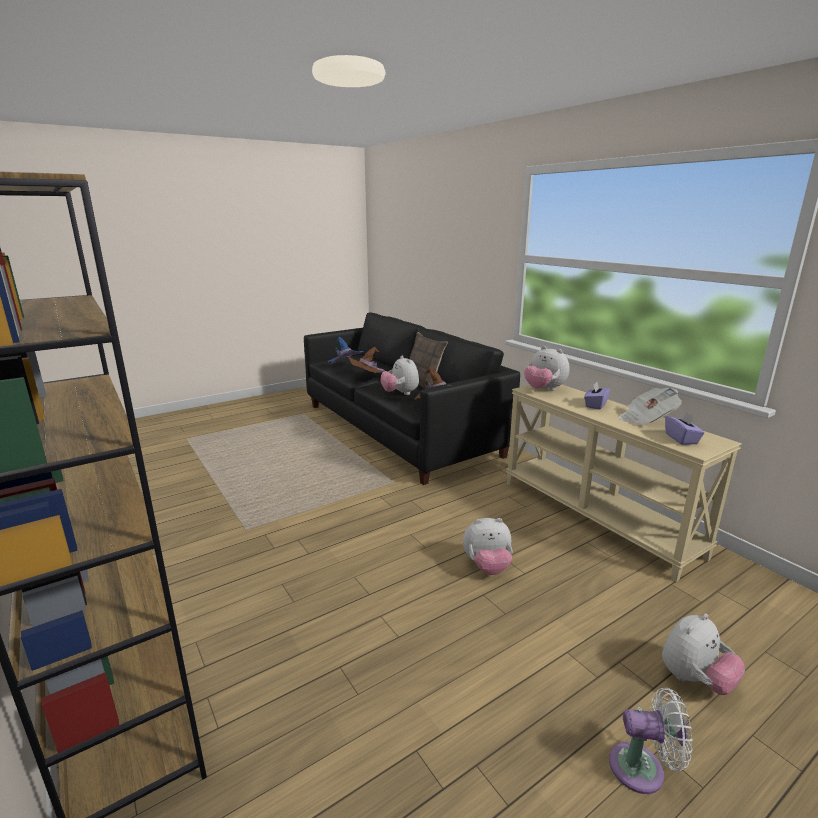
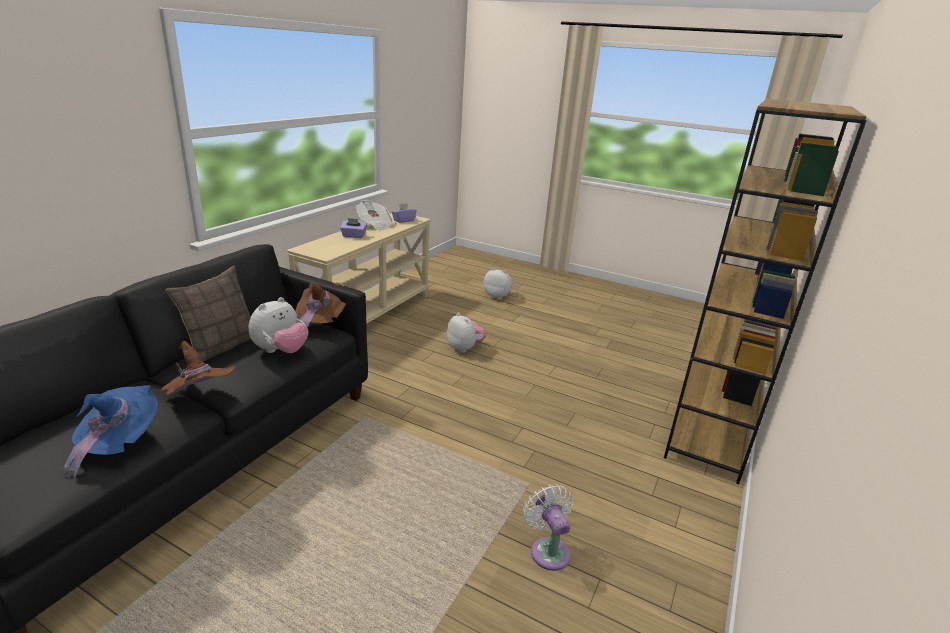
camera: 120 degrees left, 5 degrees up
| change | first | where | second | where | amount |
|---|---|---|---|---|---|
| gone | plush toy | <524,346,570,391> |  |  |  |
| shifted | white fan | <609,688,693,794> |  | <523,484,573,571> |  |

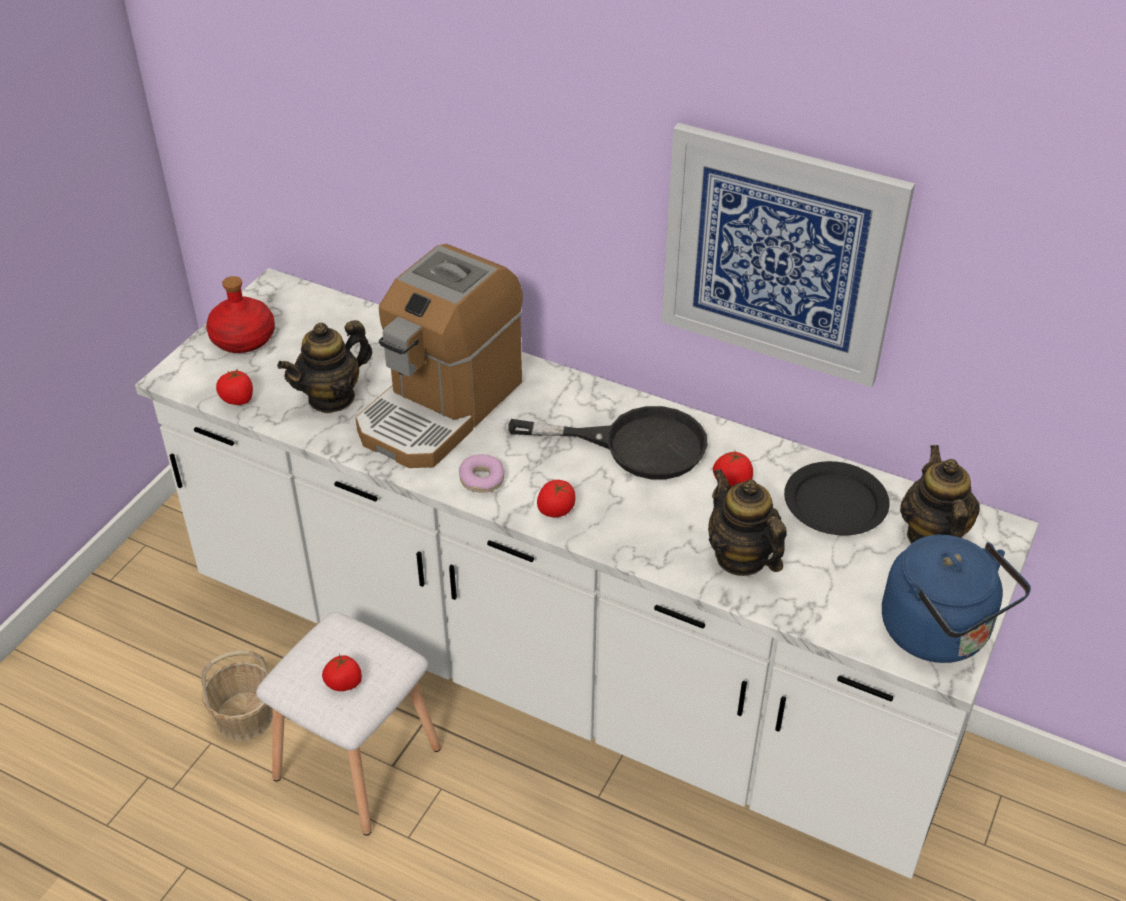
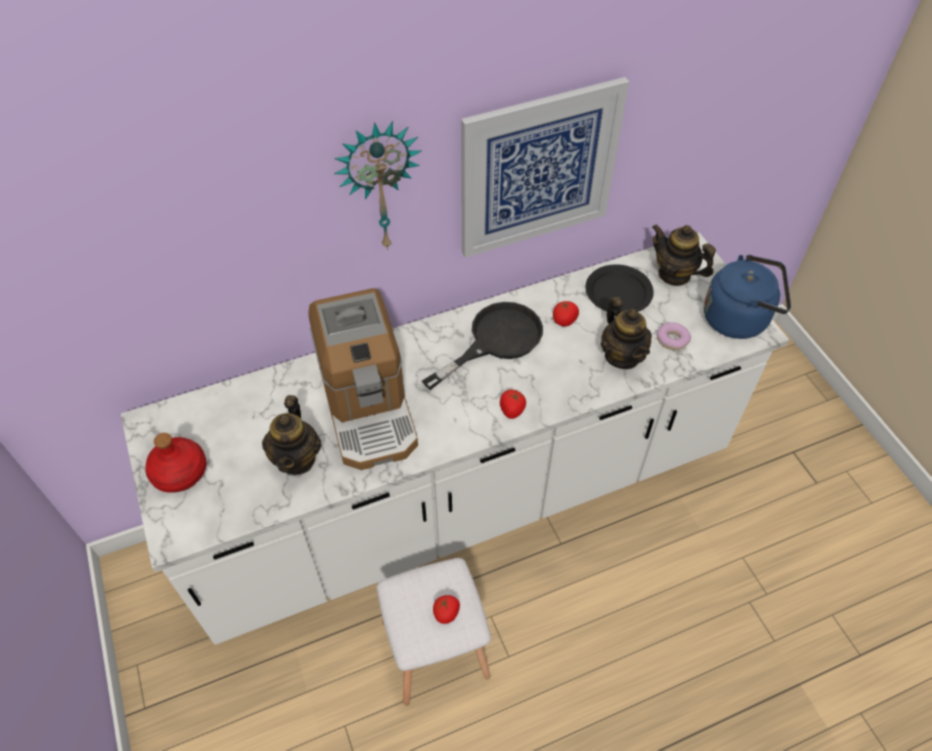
camera: 50 degrees left, 10 degrees up
| change | first | where | second | where | amount |
|---|---|---|---|---|---|
| gone | basket | <201,650,273,741> |  |  |  |
| gone | tomato | <216,368,253,405> |  |  |  |
| shifted | donut | <459,454,505,492> |  | <657,322,691,350> |  |
| rotated | teapot | <708,469,787,576> |  | <601,297,652,369> | 120 degrees counterclockwise |
| new |  |  | wall clock | <334,121,421,250> |  |

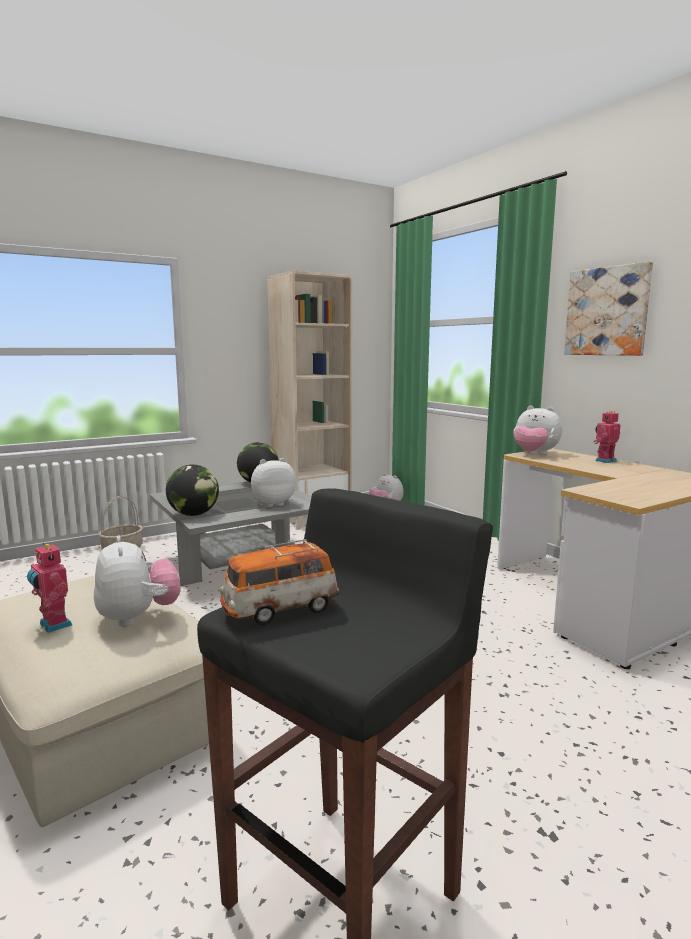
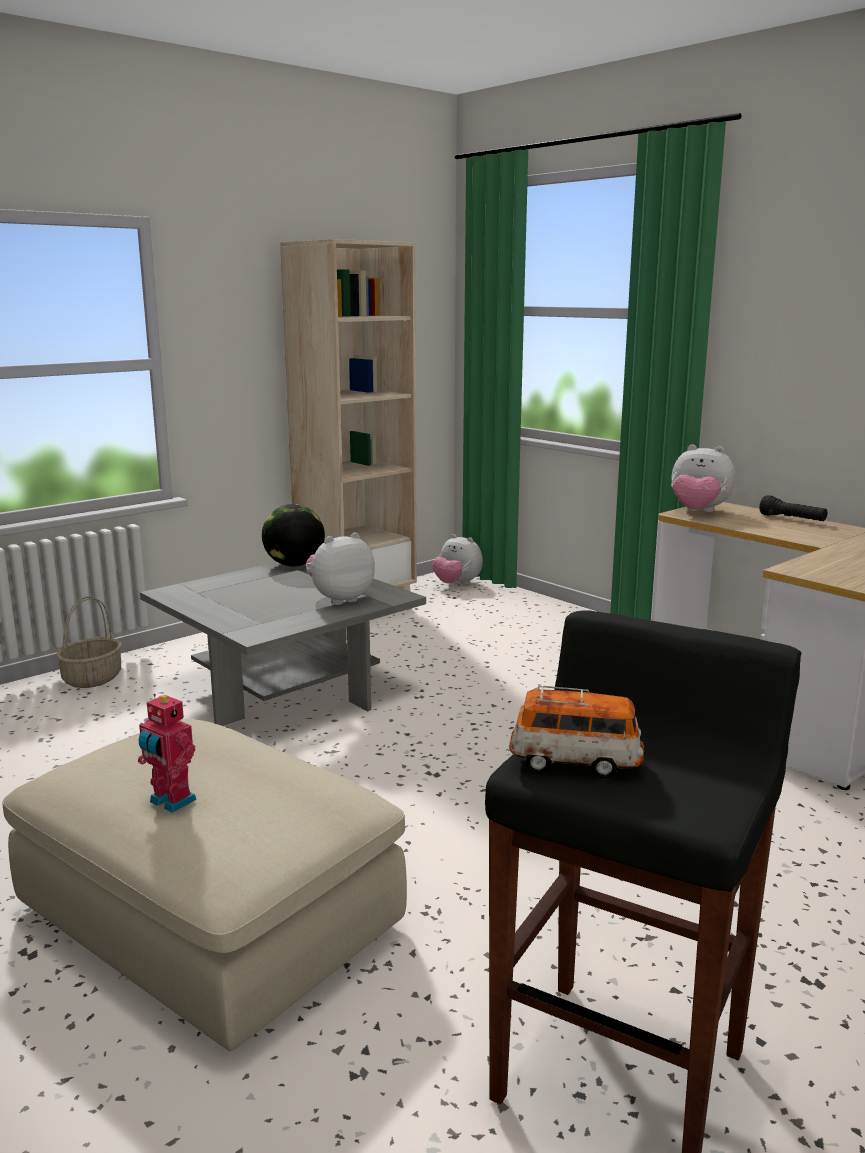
camera: 10 degrees left, 5 degrees up
| change | first | where | second | where | amount |
|---|---|---|---|---|---|
| gone | plush toy | <94,535,181,627> |  |  |  |
| gone | globe | <166,465,219,516> |  |  |  |
| rotated | toy car | <220,539,339,625> |  | <509,685,644,778> | 135 degrees counterclockwise |
| gone | picture | <564,261,653,356> |  |  |  |
| swapped | toy robot | <594,410,621,463> | black flashlight | <759,495,827,521> |  |

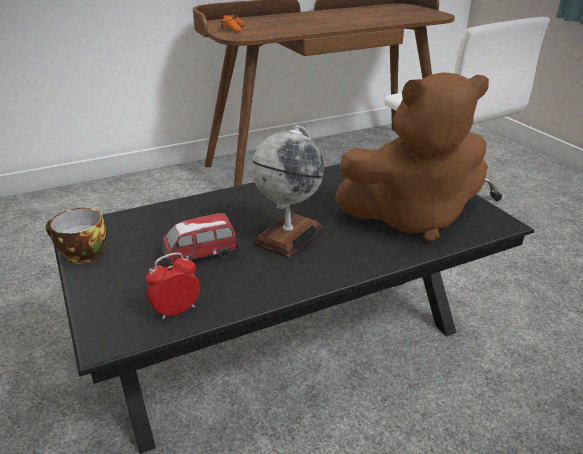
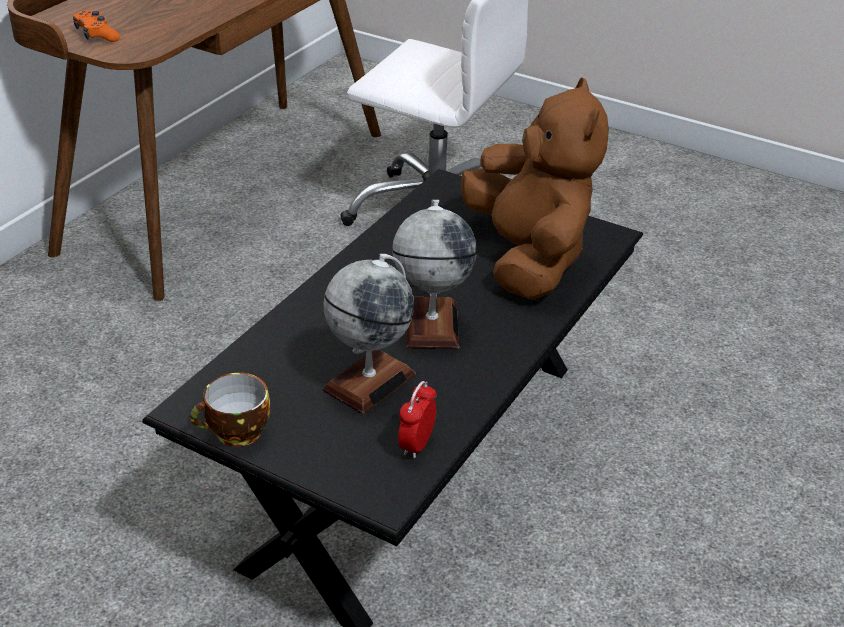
camera: 35 degrees left, 5 degrees up
| change | first | where | second | where | amount |
|---|---|---|---|---|---|
| swapped | toy car | <162,213,238,264> | globe | <323,254,416,414> |  |
| rotated | brown plush toy | <334,72,489,243> |  | <461,77,609,300> | 60 degrees counterclockwise |

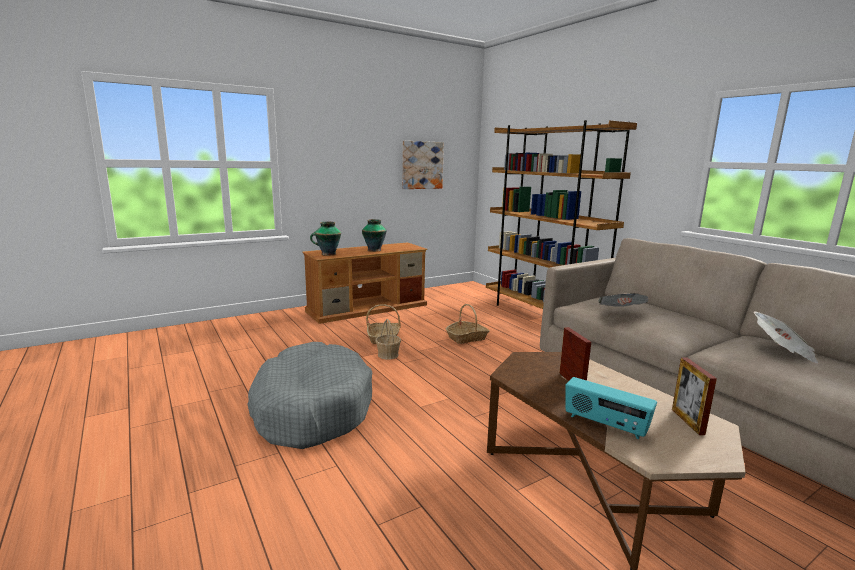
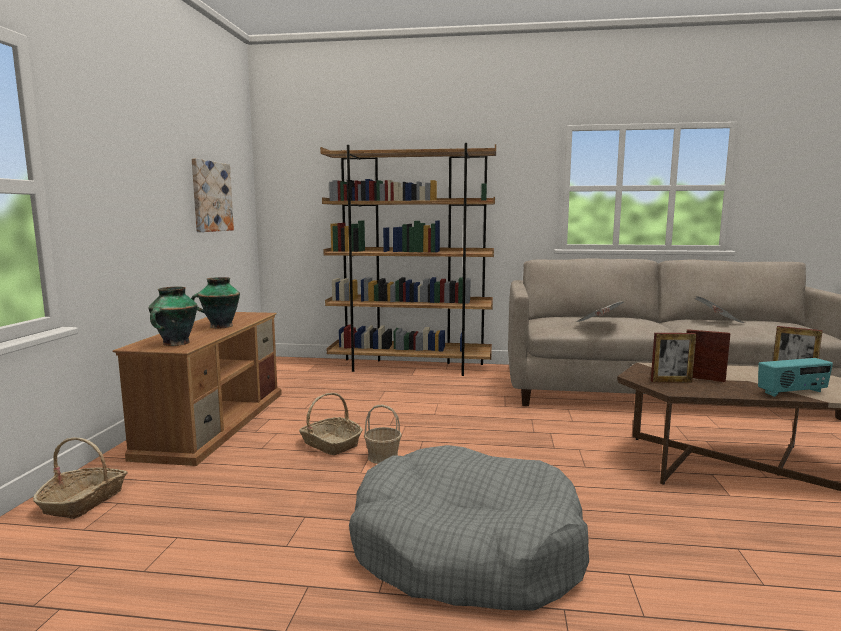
camera: 50 degrees left, 5 degrees down
| change | first | where | second | where | amount |
|---|---|---|---|---|---|
| shifted | basket | <446,304,490,344> |  | <33,437,128,519> |  |
| new |  |  | picture frame | <651,333,697,383> |  |

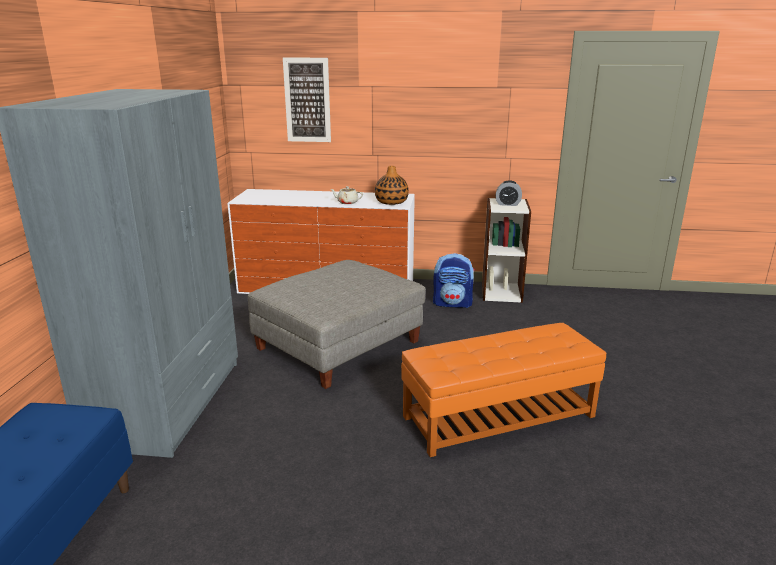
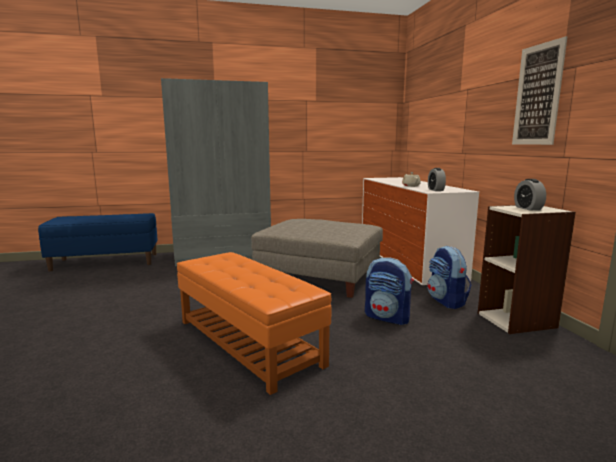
camera: 70 degrees right, 10 degrees down
| change | first | where | second | where | amount |
|---|---|---|---|---|---|
| shifted | picture | <283,58,331,142> |  | <512,36,568,145> |  |
| swapped | vase | <375,166,409,205> | alarm clock | <428,168,446,191> |  |
| new |  |  | backpack | <365,257,414,325> |  |

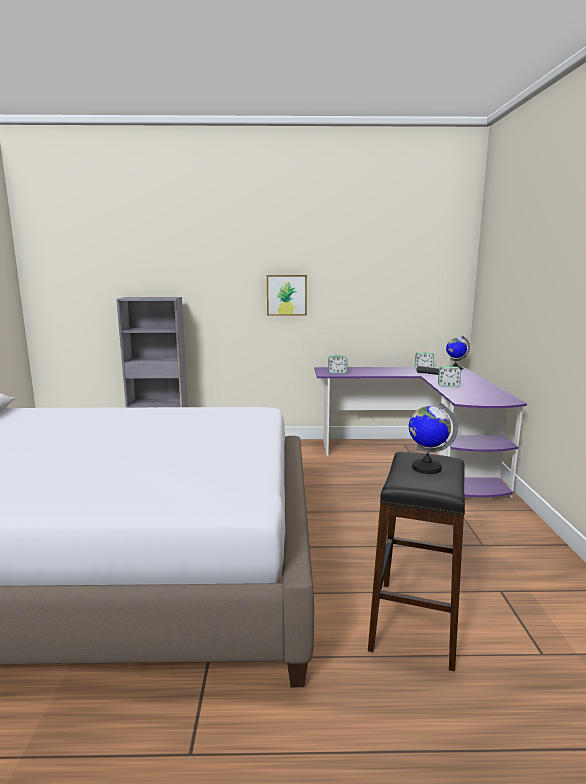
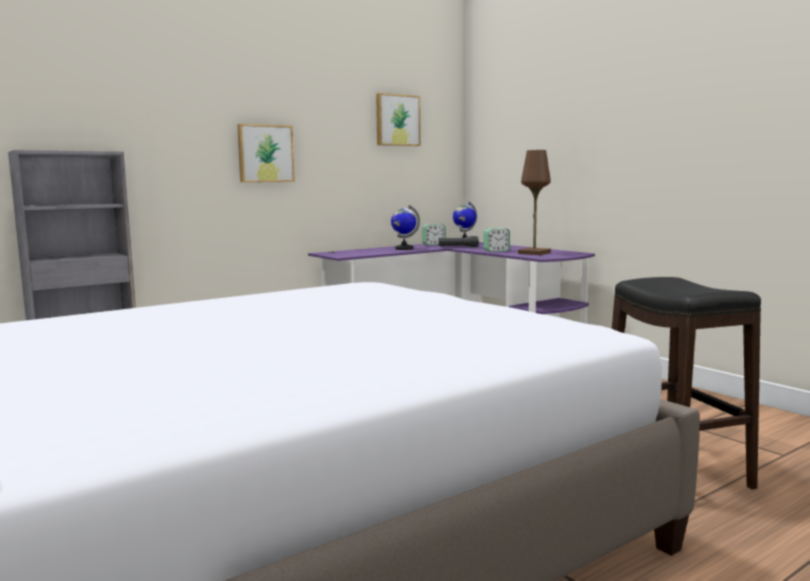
camera: 35 degrees left, 5 degrees down
| change | first | where | second | where | amount |
|---|---|---|---|---|---|
| gone | alarm clock | <328,355,348,374> |  |  |  |
| shifted | globe | <409,403,458,474> |  | <391,205,420,250> |  |
| new |  |  | picture | <376,93,421,146> |  |
| new |  |  | brown table lamp | <518,150,551,255> |  |

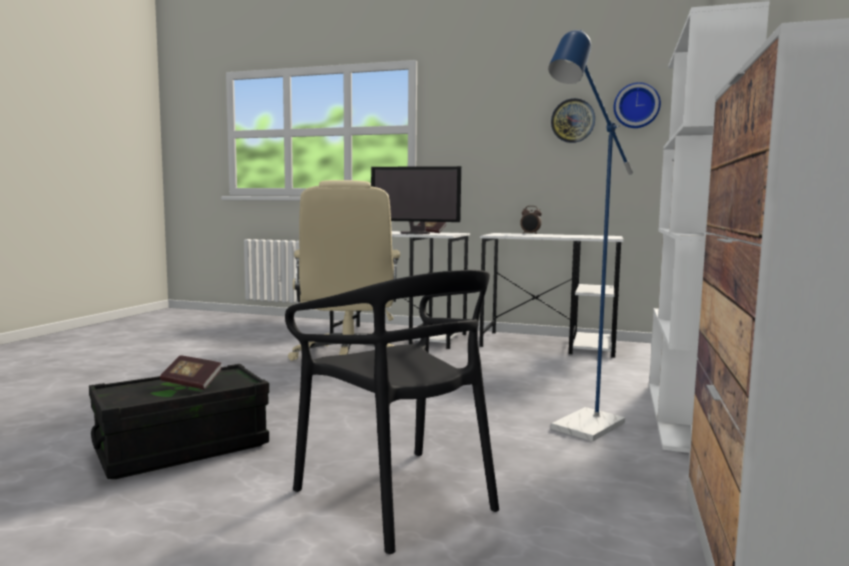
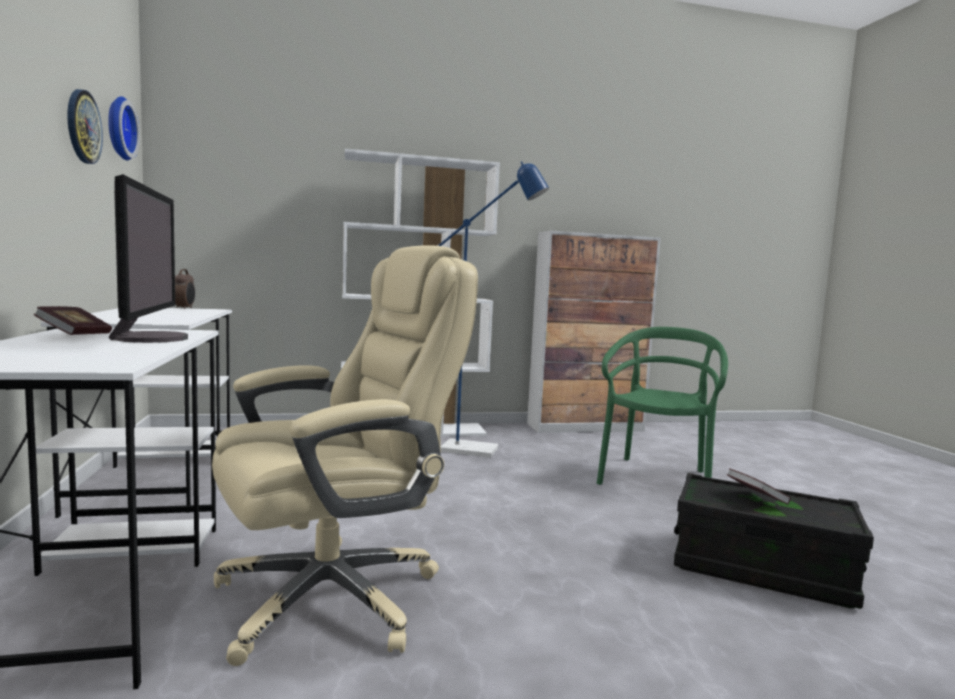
camera: 120 degrees left, 0 degrees up
| change | first | where | second | where | amount |
|---|---|---|---|---|---|
| repainted | black chair | <285,270,499,554> | green chair | <597,327,728,485> |  |
| shifted | alarm clock | <520,206,542,234> |  | <175,269,195,309> |  |

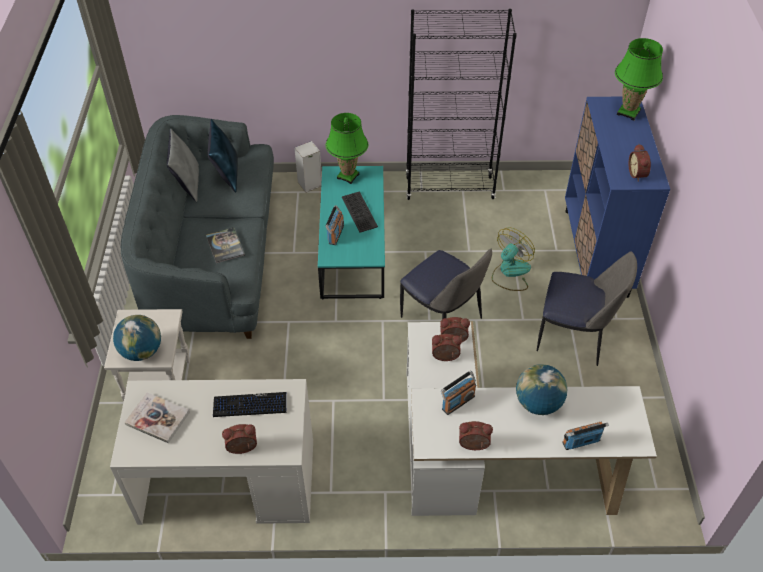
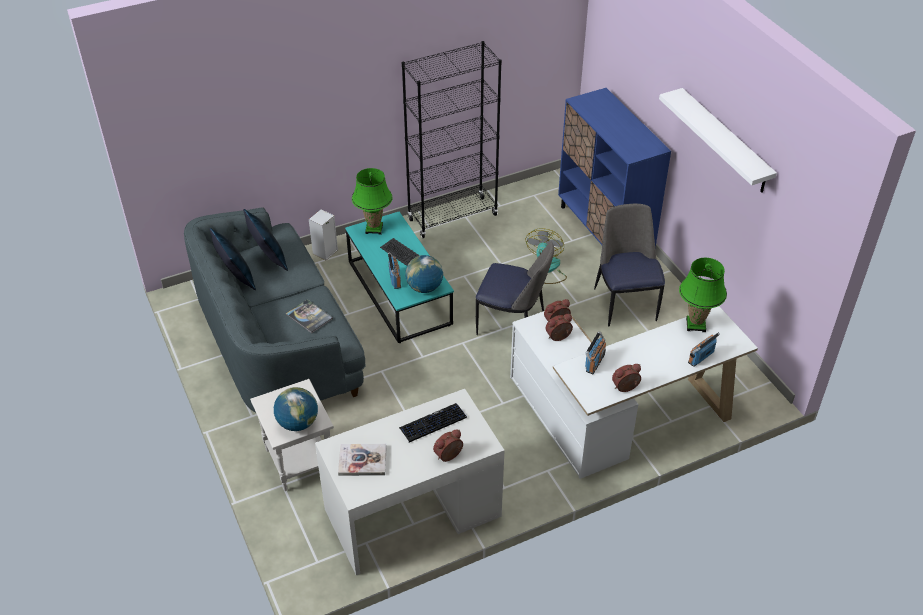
camera: 25 degrees left, 5 degrees down
| change | first | where | second | where | amount |
|---|---|---|---|---|---|
| repainted | grey pillow | <167,128,199,202> | blue pillow | <210,228,256,290> |  |
| shifted | globe | <516,364,568,415> |  | <405,255,443,293> |  |
| rotated | chair | <537,251,637,366> |  | <594,204,665,326> | 90 degrees counterclockwise |
| shifted | green table lamp | <615,38,663,121> |  | <679,258,727,332> |  |
| gone | alarm clock | <629,144,651,182> |  |  |  |
| new |  |  | white shelf | <659,88,777,193> |  |

